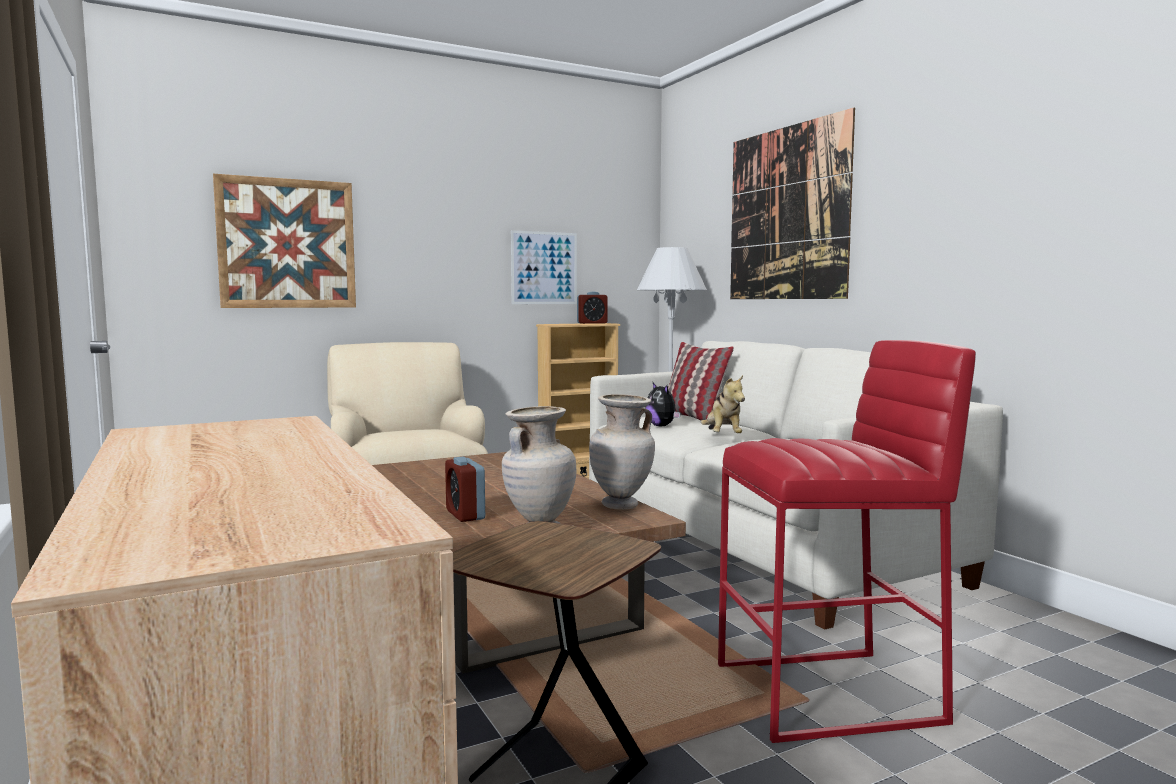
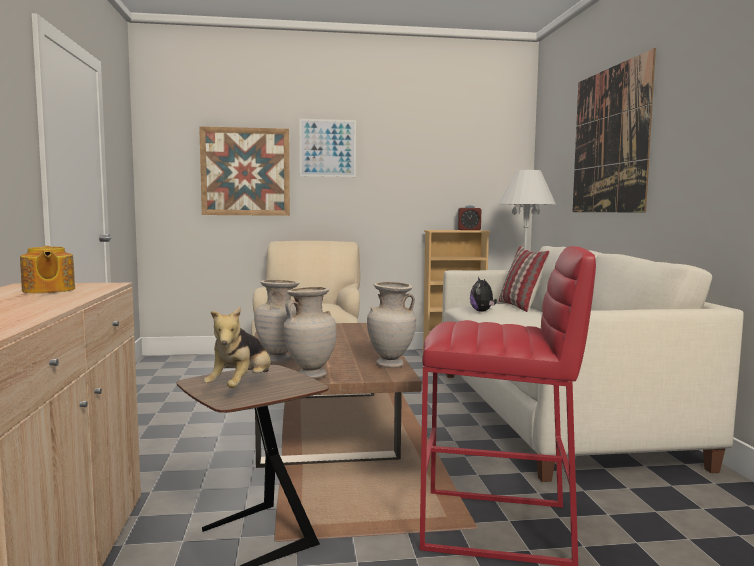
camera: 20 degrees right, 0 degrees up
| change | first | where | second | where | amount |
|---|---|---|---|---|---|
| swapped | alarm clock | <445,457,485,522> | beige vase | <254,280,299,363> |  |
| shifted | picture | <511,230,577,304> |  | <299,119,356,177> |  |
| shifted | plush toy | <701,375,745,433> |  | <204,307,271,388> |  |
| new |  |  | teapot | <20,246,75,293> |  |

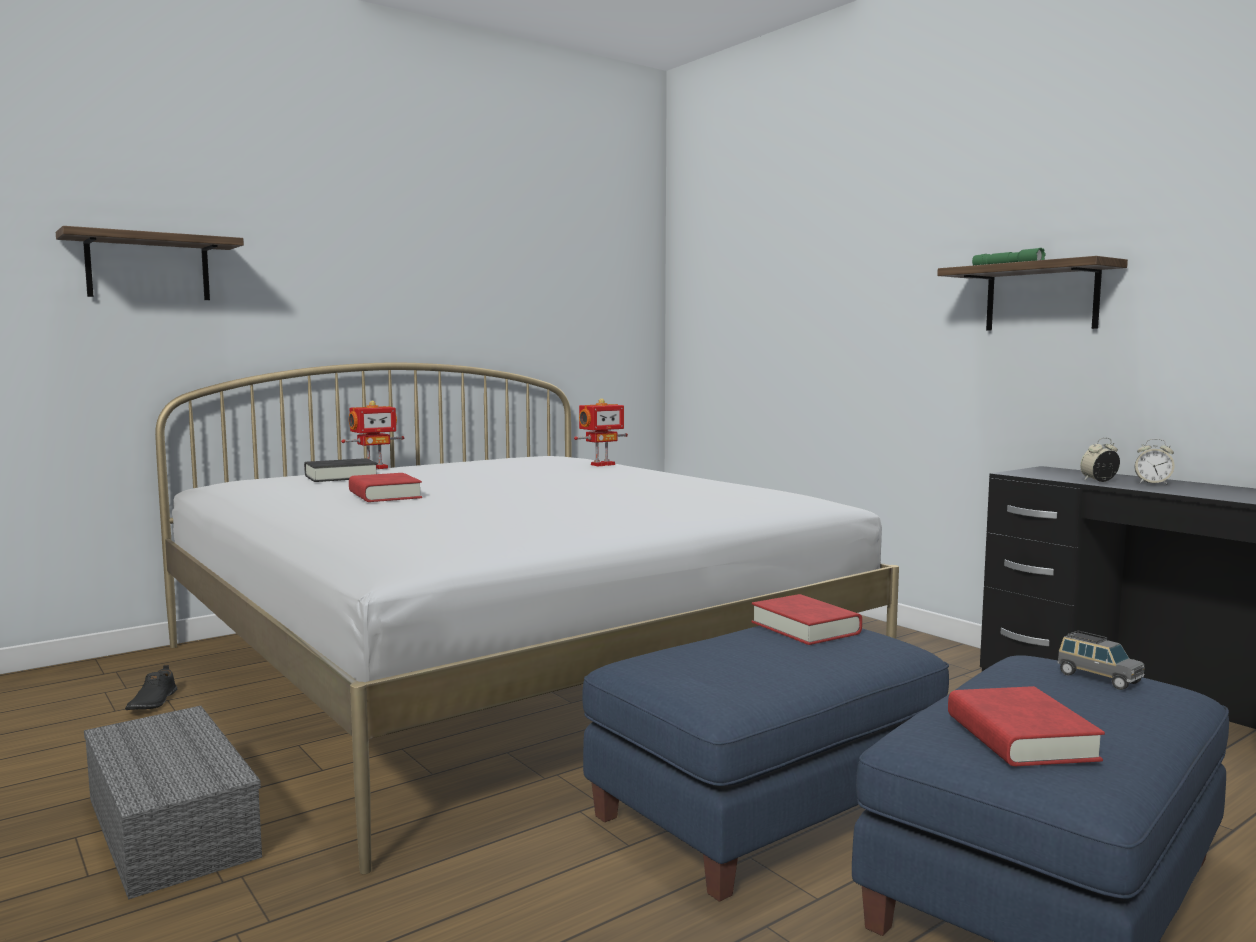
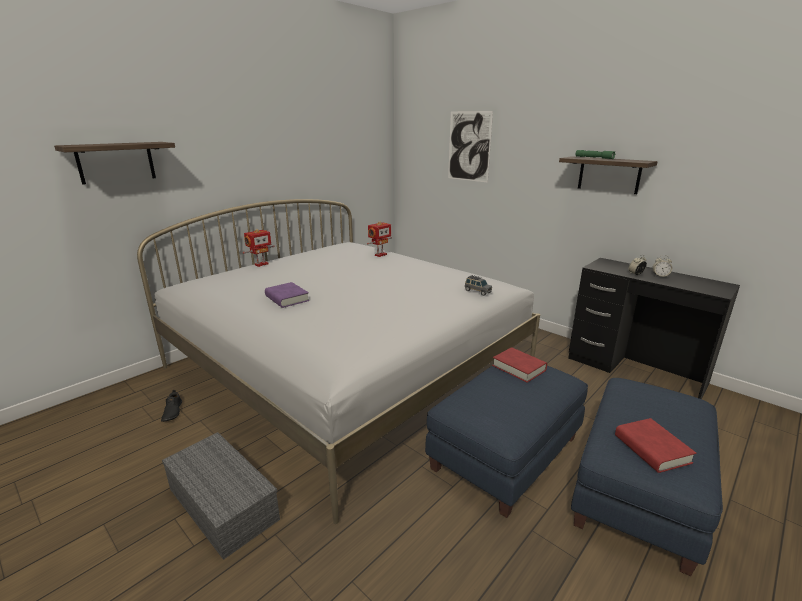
camera: 10 degrees left, 15 degrees up
| change | first | where | second | where | amount |
|---|---|---|---|---|---|
| gone | black book | <304,458,378,482> |  |  |  |
| repainted | red book | <349,473,422,502> | purple book | <265,282,309,308> |  |
| shifted | grey toy car | <1057,630,1144,690> |  | <465,275,492,296> |  |
| new |  |  | picture | <448,111,493,183> |  |

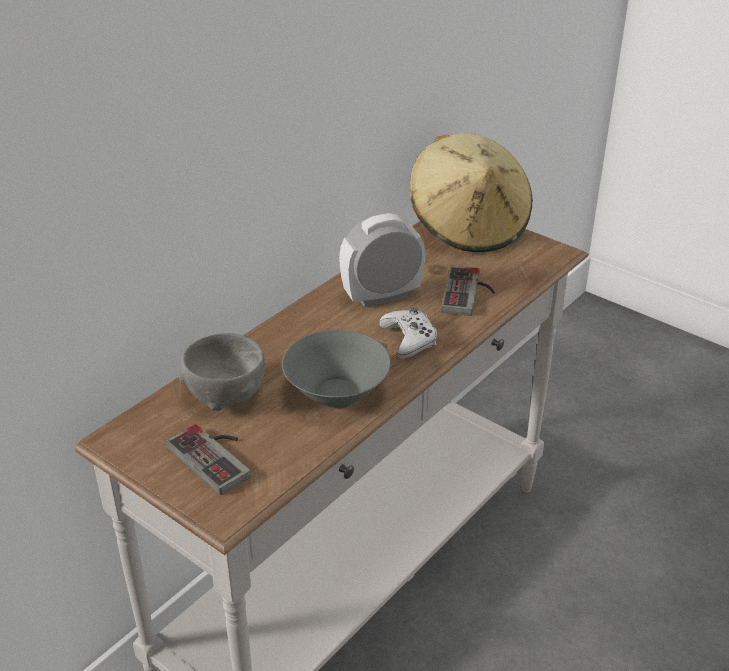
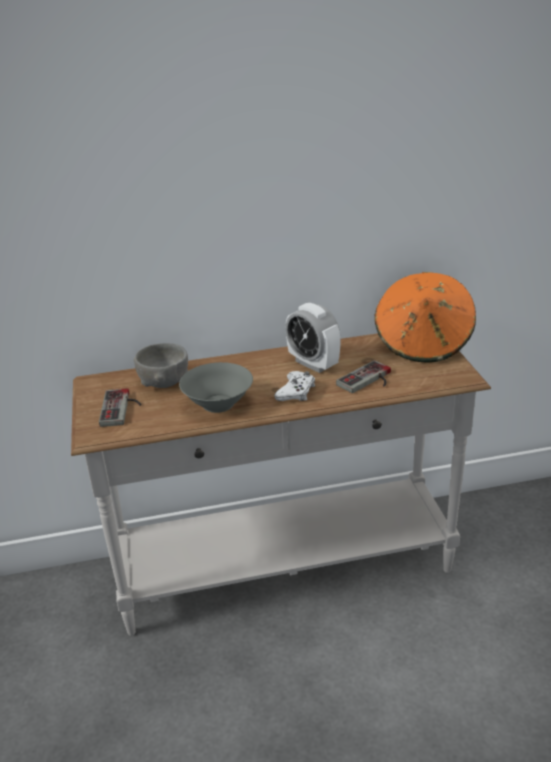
camera: 40 degrees right, 5 degrees down
| change | first | where | second | where | amount |
|---|---|---|---|---|---|
| rotated | alarm clock | <339,213,425,308> |  | <286,303,341,373> | 150 degrees counterclockwise |
| repainted | beige hat | <410,134,533,252> | orange hat | <375,272,476,363> |  |

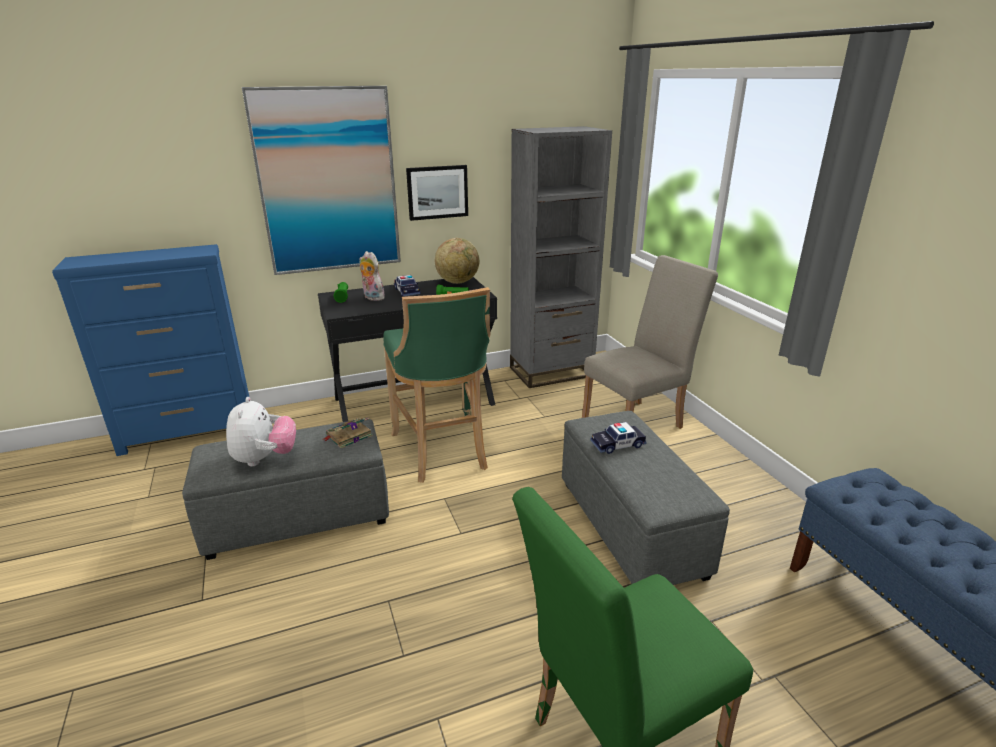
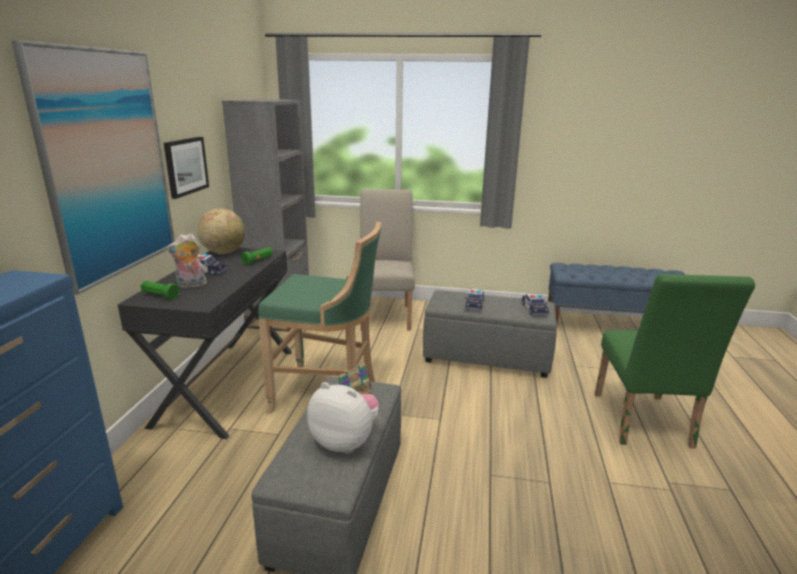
camera: 60 degrees left, 5 degrees down
| change | first | where | second | where | amount |
|---|---|---|---|---|---|
| new |  |  | toy car | <521,294,549,315> |  |

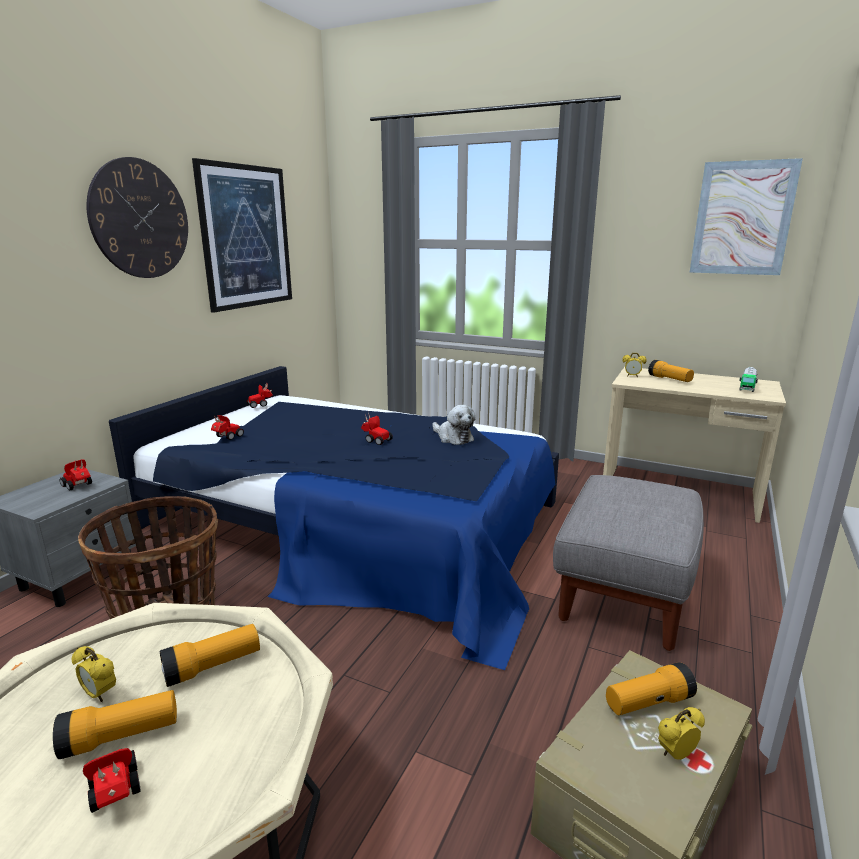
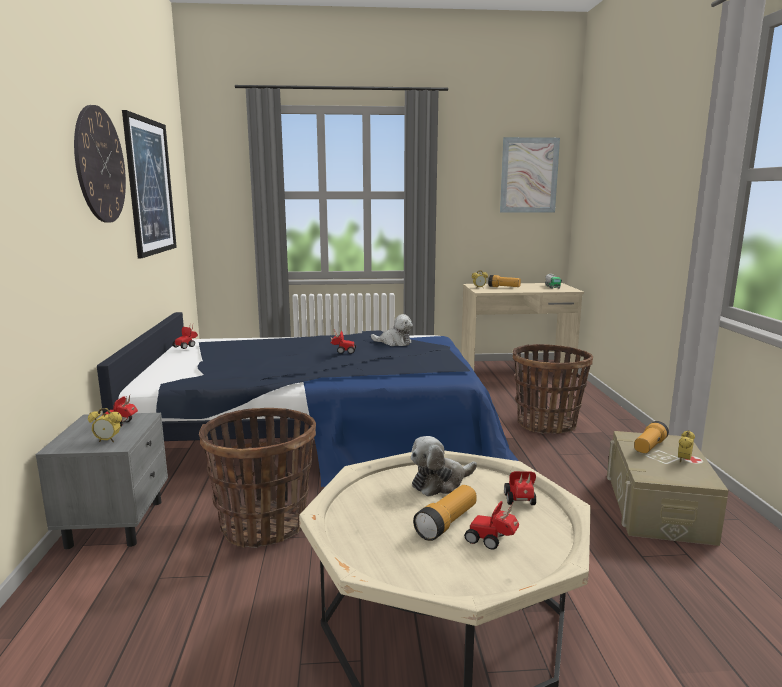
camera: 30 degrees left, 5 degrees down
| change | first | where | second | where | amount |
|---|---|---|---|---|---|
| shifted | alarm clock | <72,646,116,702> |  | <88,408,122,442> |  |
| swapped | flashlight | <160,624,260,687> | plush toy | <411,436,477,496> |  |
| shifted | toy car | <211,415,244,440> |  | <504,471,536,505> |  |
| swapped | grey ottoman | <553,475,704,651> | basket | <513,344,593,434> |  |

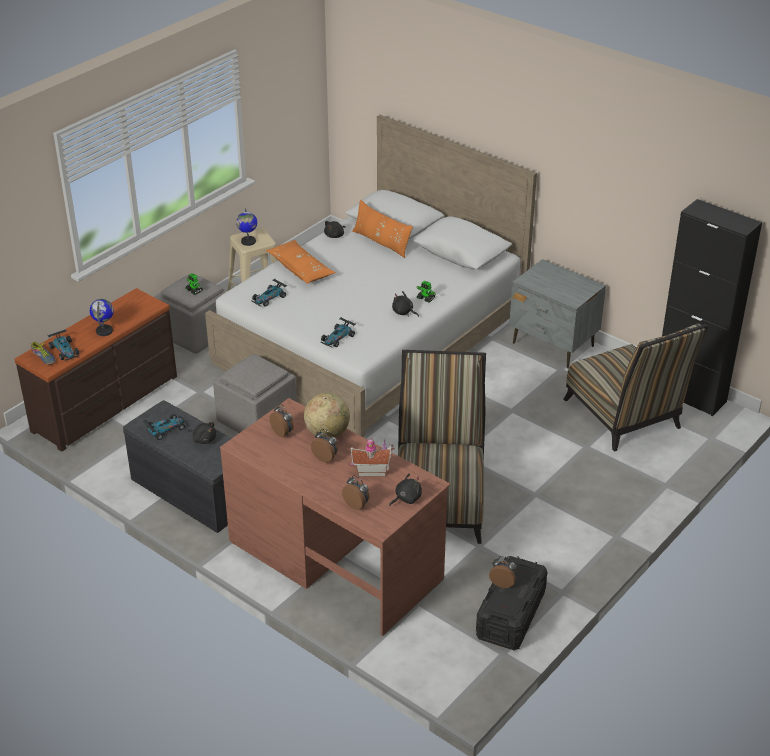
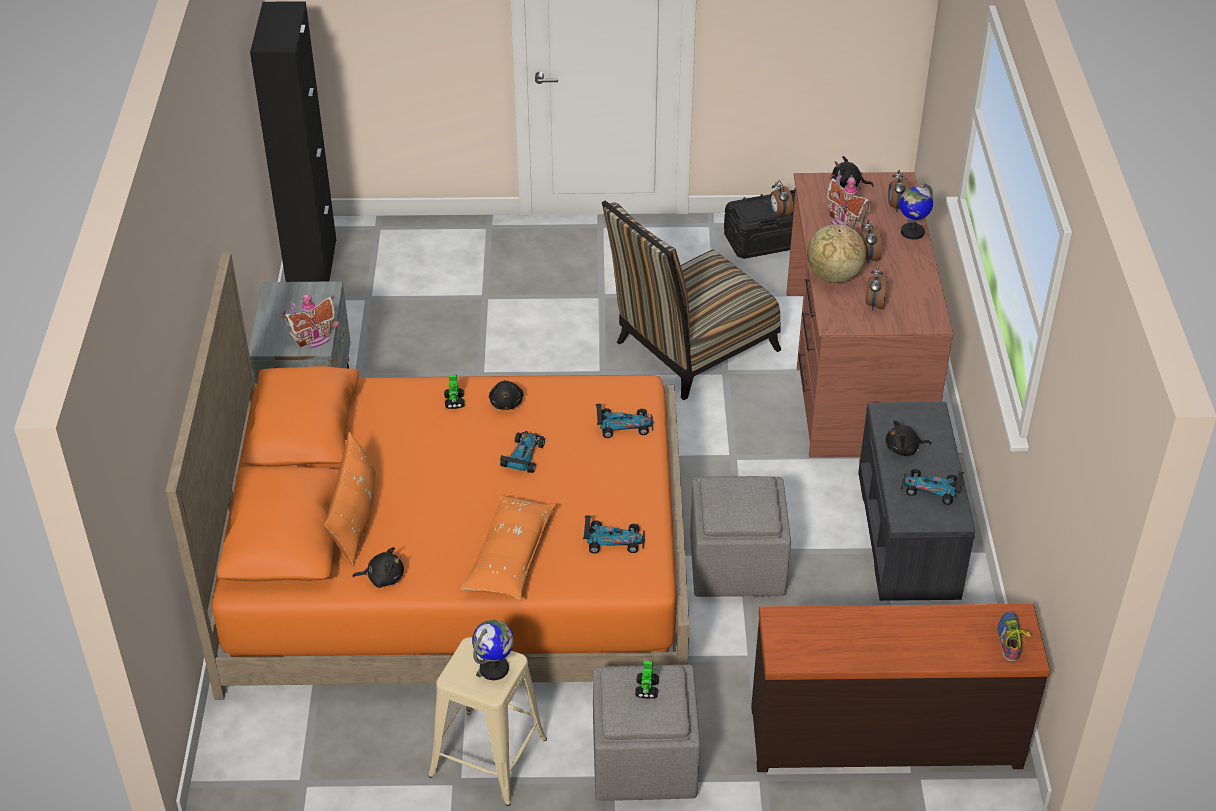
camera: 130 degrees left, 5 degrees up
| change | first | where | second | where | amount |
|---|---|---|---|---|---|
| shifted | toy car | <48,329,80,361> |  | <500,431,545,473> |  |
| shifted | globe | <90,299,114,336> |  | <899,184,933,240> |  |
| rotated | black plush toy | <188,422,216,444> |  | <886,420,931,456> | 90 degrees counterclockwise |
| repainted | white bed | <205,115,537,437> | orange bed | <165,252,690,700> |  |
| gone | chair | <563,324,708,452> |  |  |  |
| new |  |  | toy house | <282,292,339,348> |  |

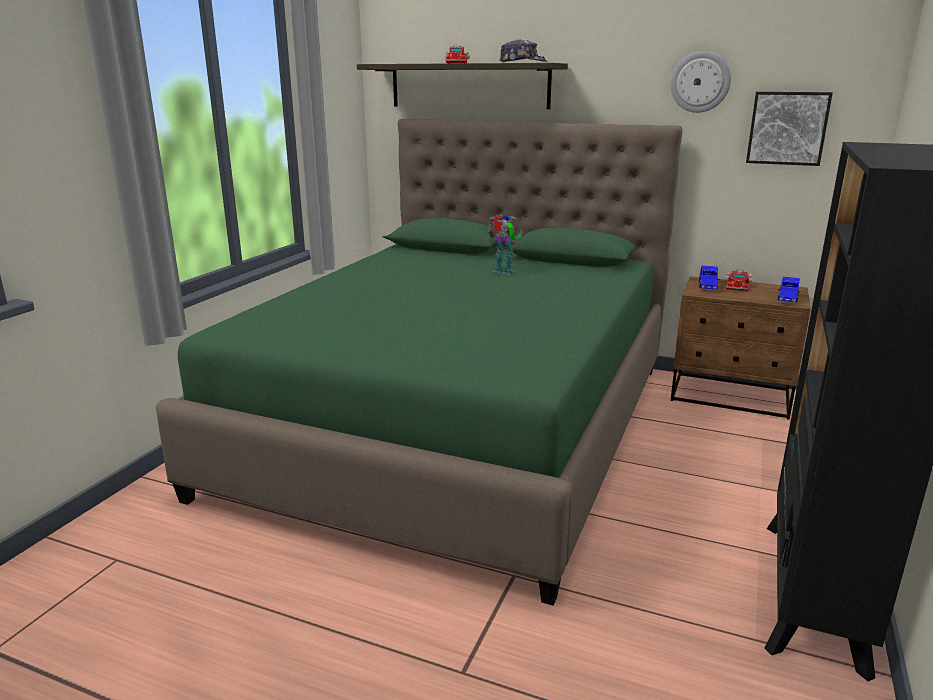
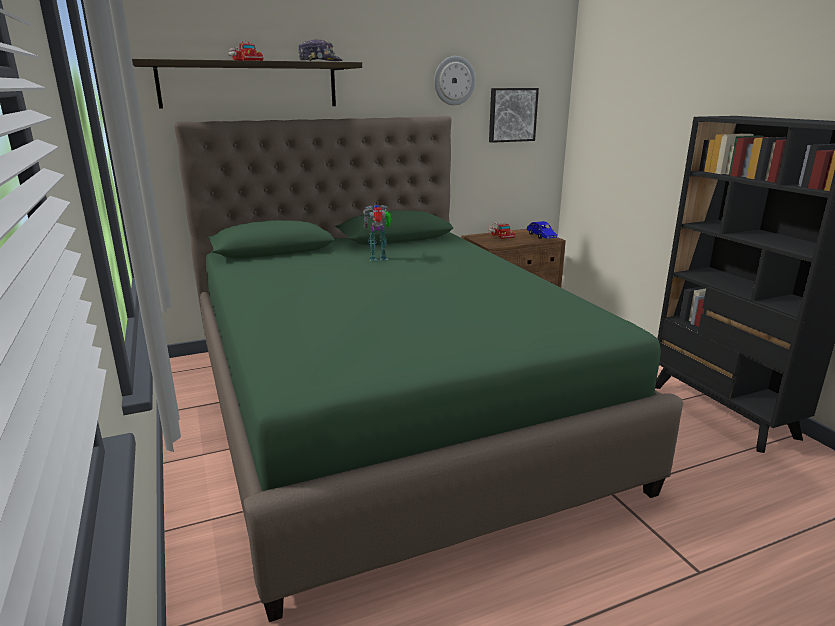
camera: 45 degrees left, 0 degrees up
| change | first | where | second | where | amount |
|---|---|---|---|---|---|
| gone | blue toy car | <699,266,720,290> |  |  |  |

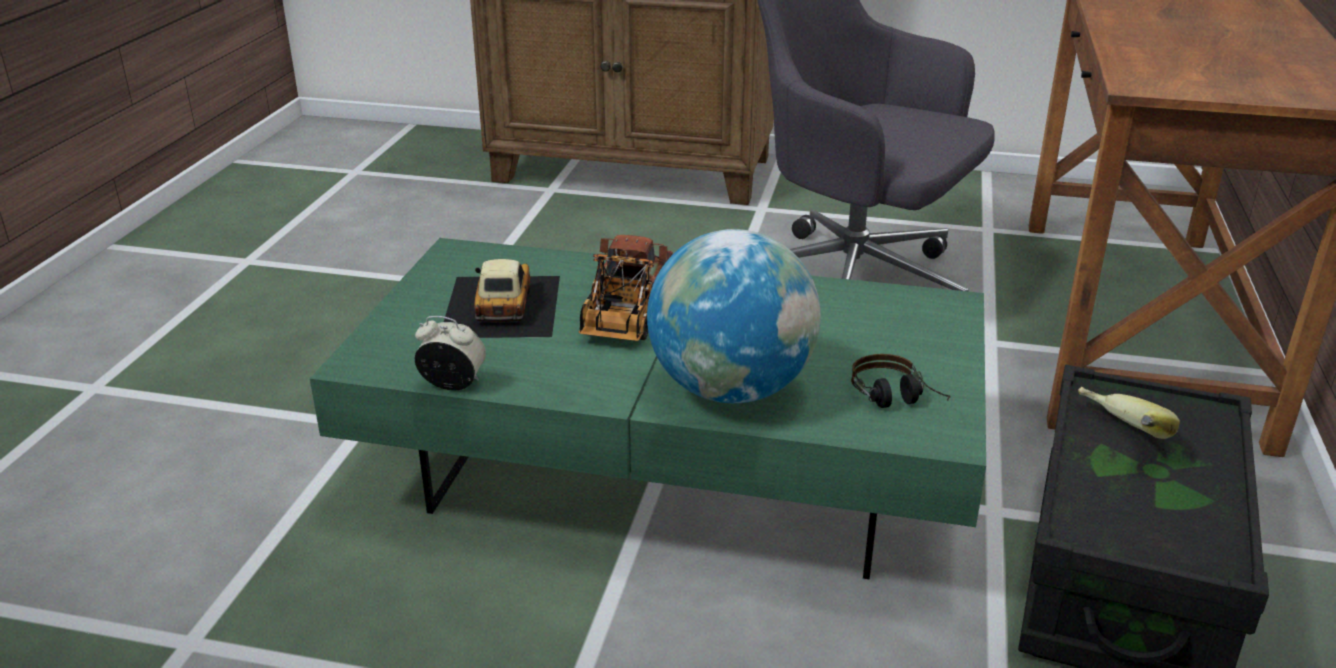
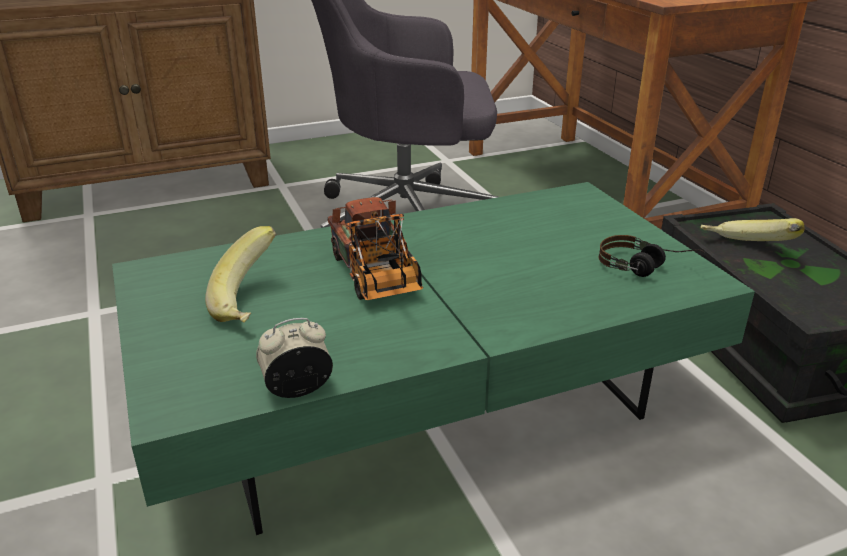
camera: 35 degrees left, 0 degrees up
| change | first | where | second | where | amount |
|---|---|---|---|---|---|
| swapped | toy car | <444,259,560,338> | banana | <205,226,276,323> |  |
| gone | globe | <647,229,821,403> |  |  |  |

